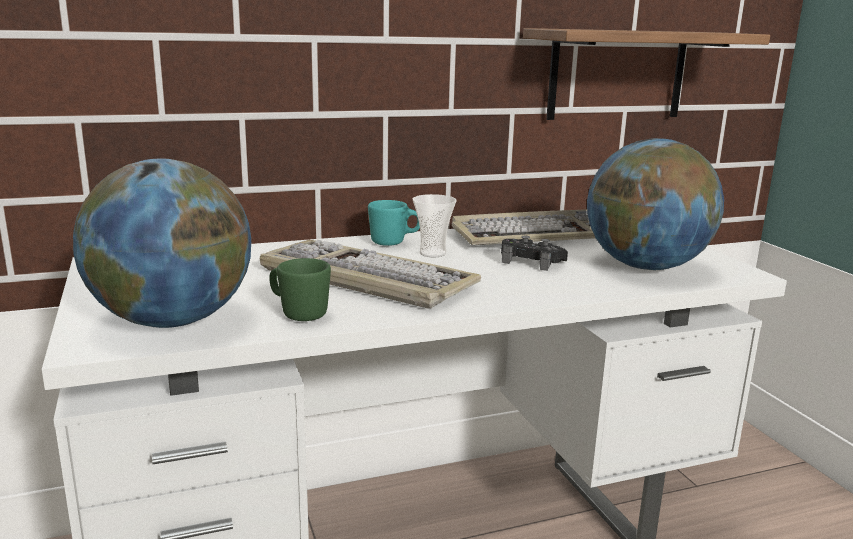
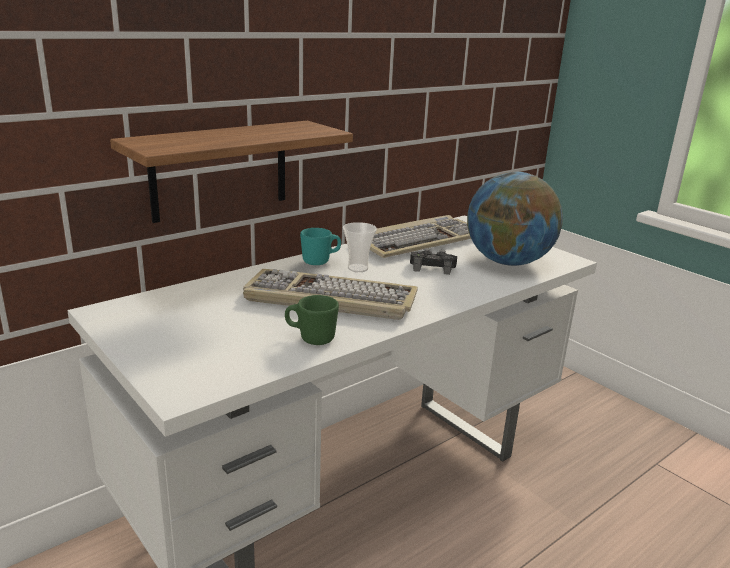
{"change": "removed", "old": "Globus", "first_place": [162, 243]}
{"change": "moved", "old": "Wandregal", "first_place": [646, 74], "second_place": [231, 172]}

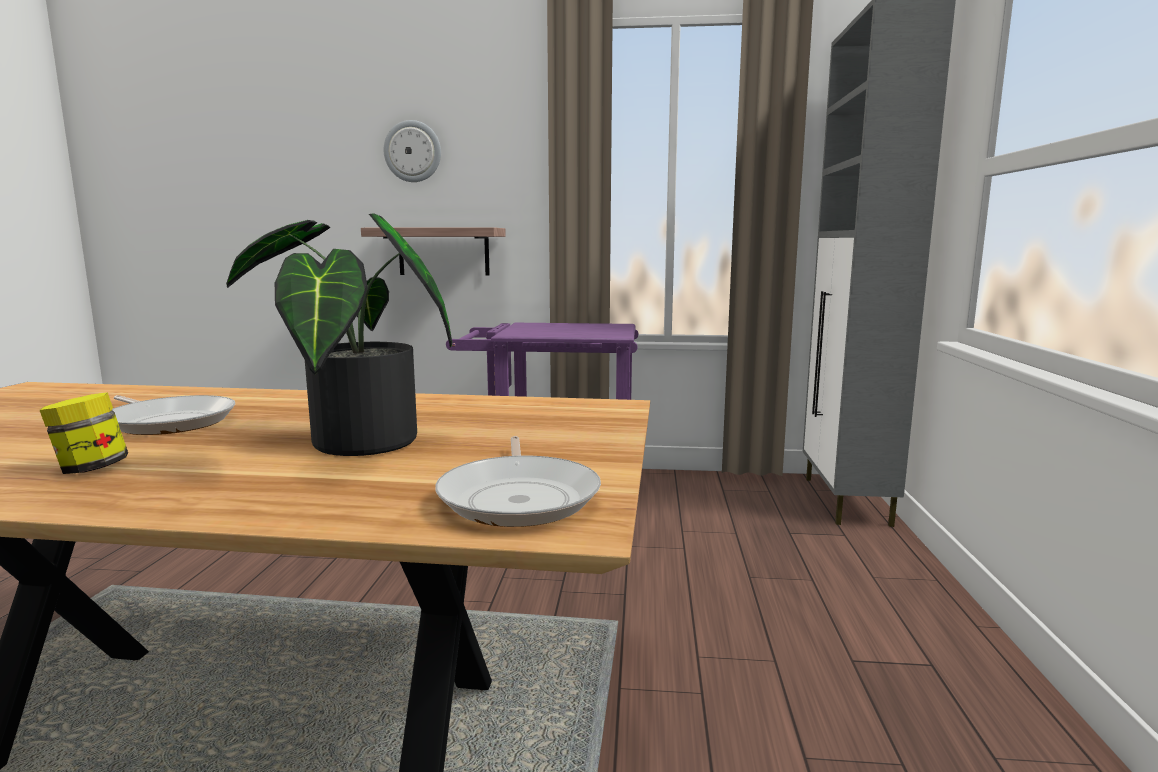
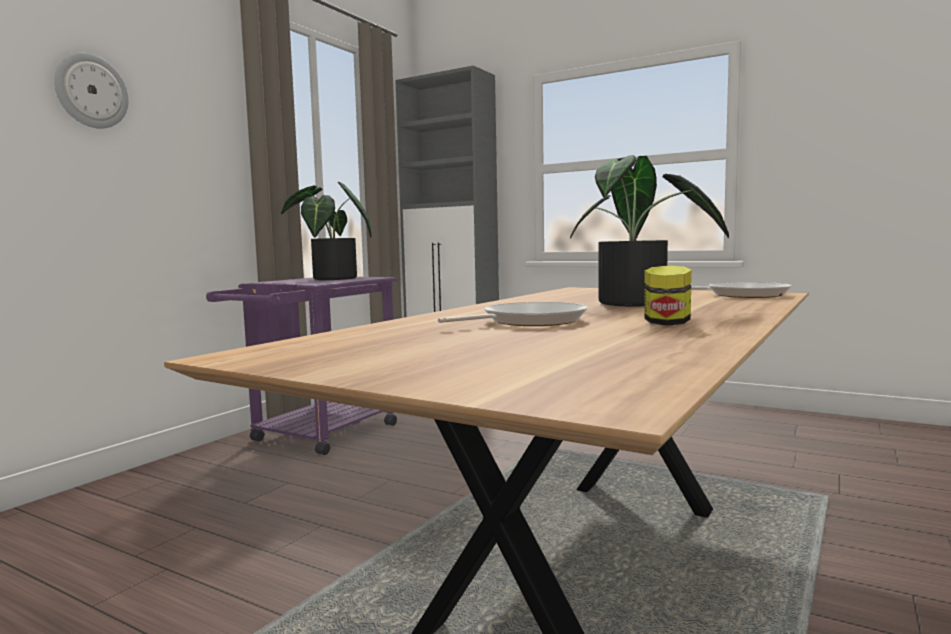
{"change": "removed", "old": "Wandregal", "first_place": [433, 251]}
{"change": "added", "new": "Topfpflanze", "second_place": [326, 231]}

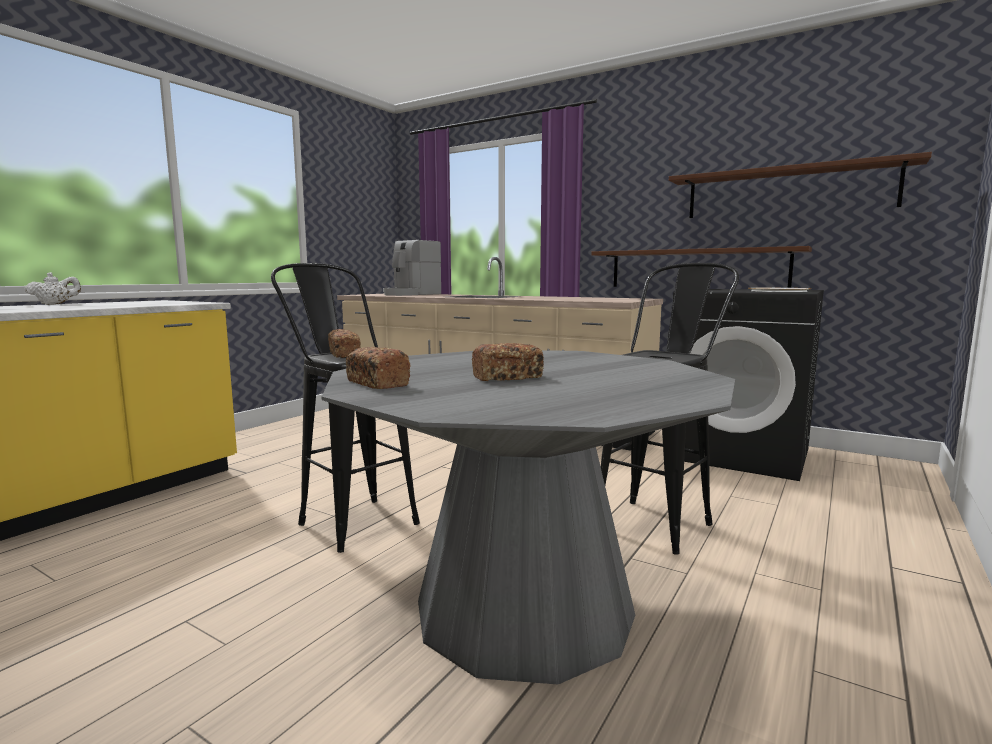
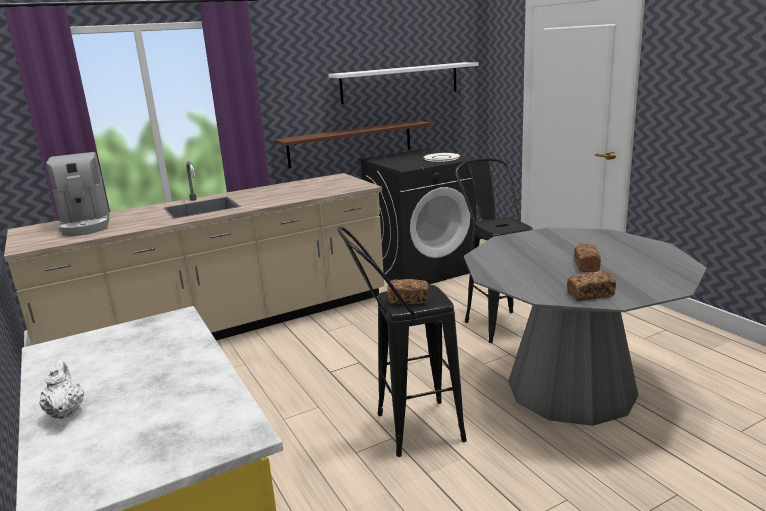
{"change": "recoloured", "old": "Wandregal (braun)", "new": "Wandregal (weiß)", "first_place": [800, 185], "second_place": [403, 83]}

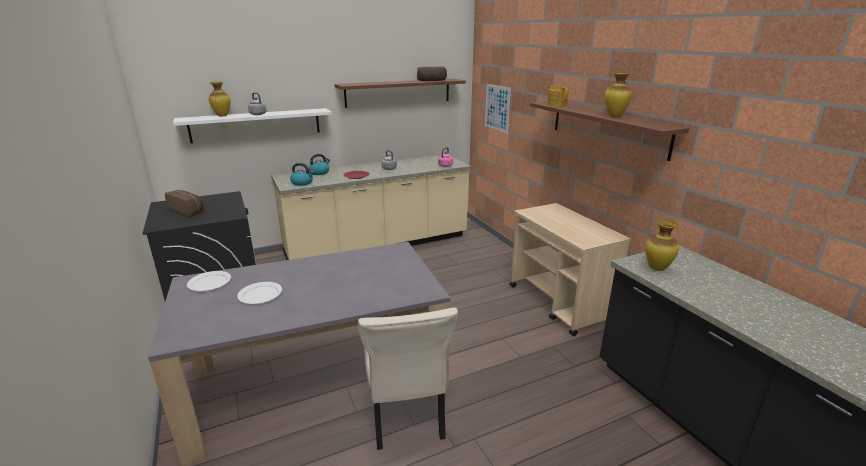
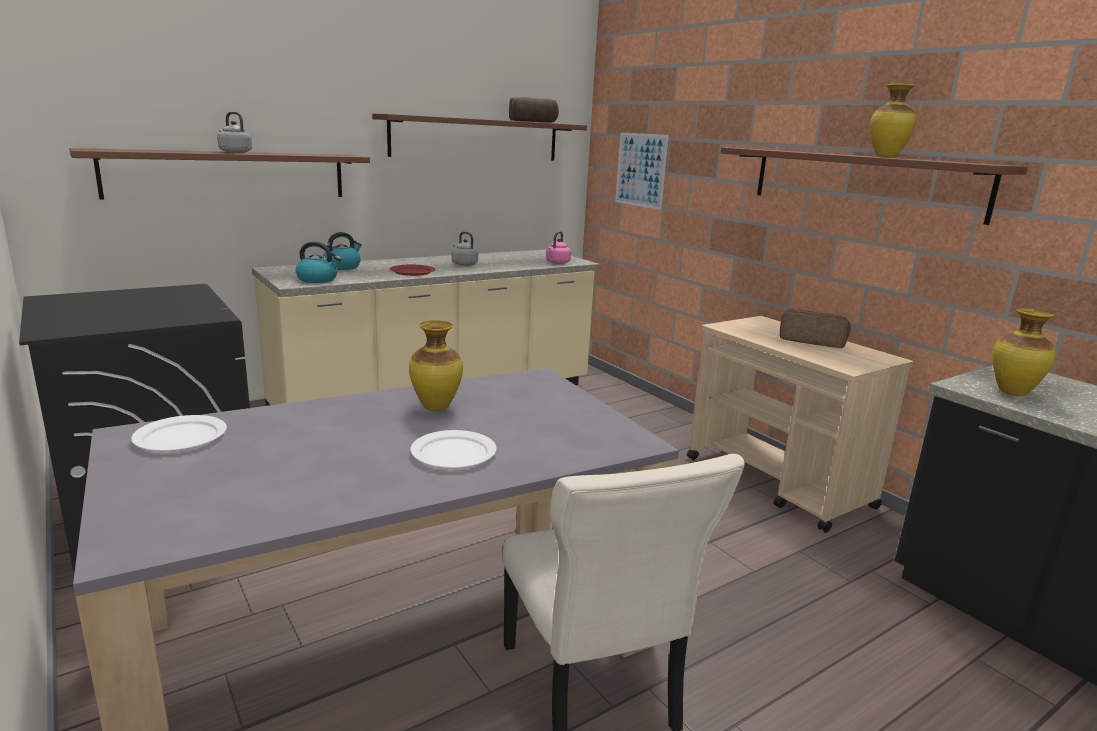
{"change": "removed", "old": "Teekanne", "first_place": [558, 95]}
{"change": "moved", "old": "Brot", "first_place": [184, 203], "second_place": [815, 328]}
{"change": "moved", "old": "Vase", "first_place": [220, 99], "second_place": [436, 365]}
{"change": "moved", "old": "Teller (weiß)", "first_place": [259, 293], "second_place": [453, 449]}
{"change": "recoloured", "old": "Wandregal (weiß)", "new": "Wandregal (braun)", "first_place": [252, 125], "second_place": [219, 174]}

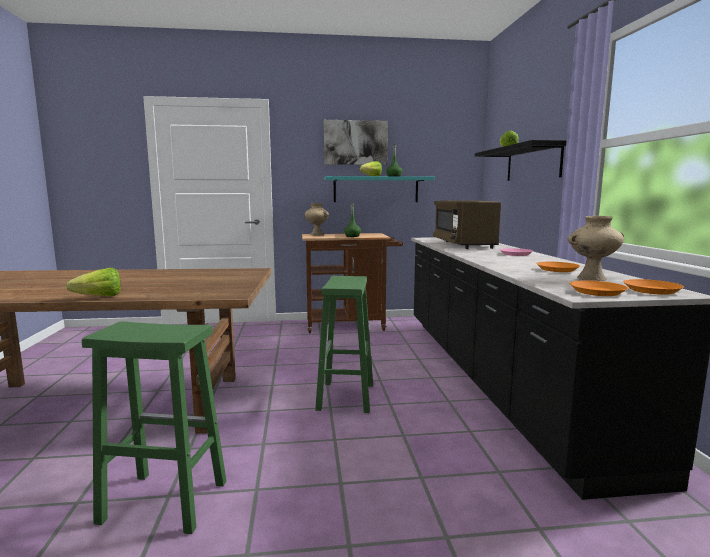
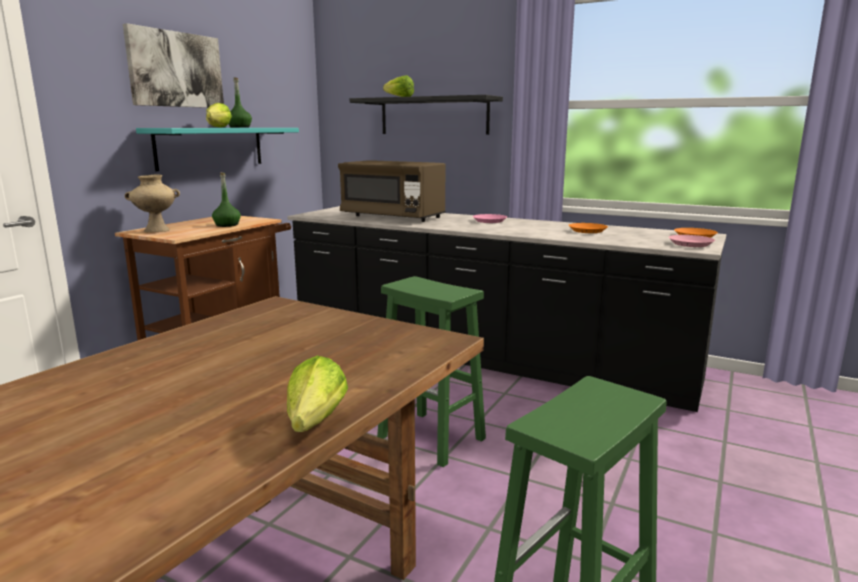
{"change": "removed", "old": "Vase (beige)", "first_place": [596, 248]}
{"change": "recoloured", "old": "Teller (orange)", "new": "Teller (rosa)", "first_place": [598, 288], "second_place": [691, 241]}

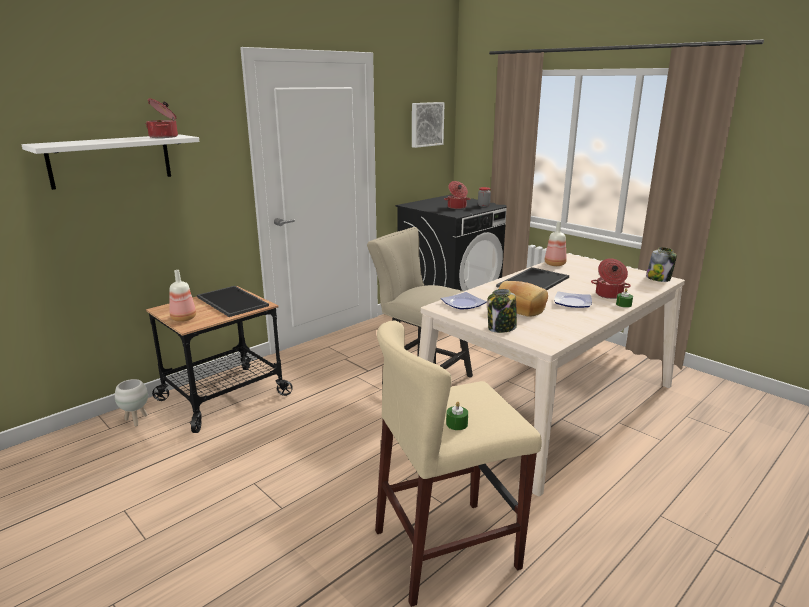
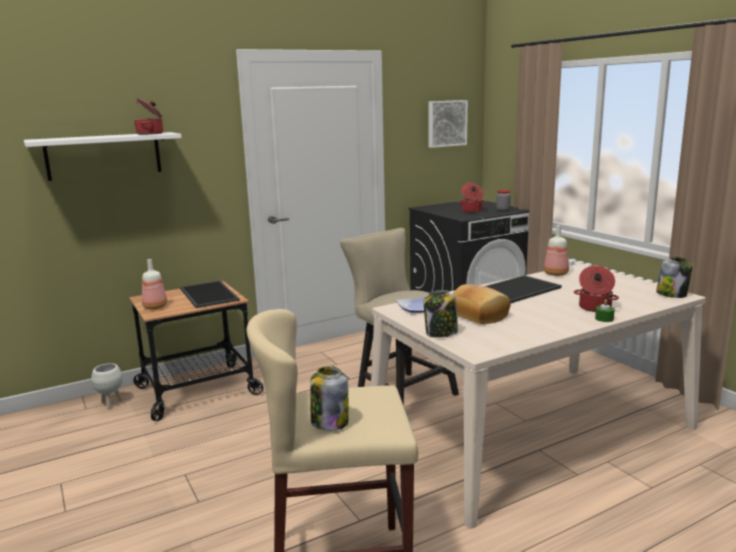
{"change": "removed", "old": "Teller", "first_place": [573, 299]}
{"change": "replaced", "old": "Kerze (grün)", "new": "Vorratsglas", "first_place": [457, 415], "second_place": [329, 399]}

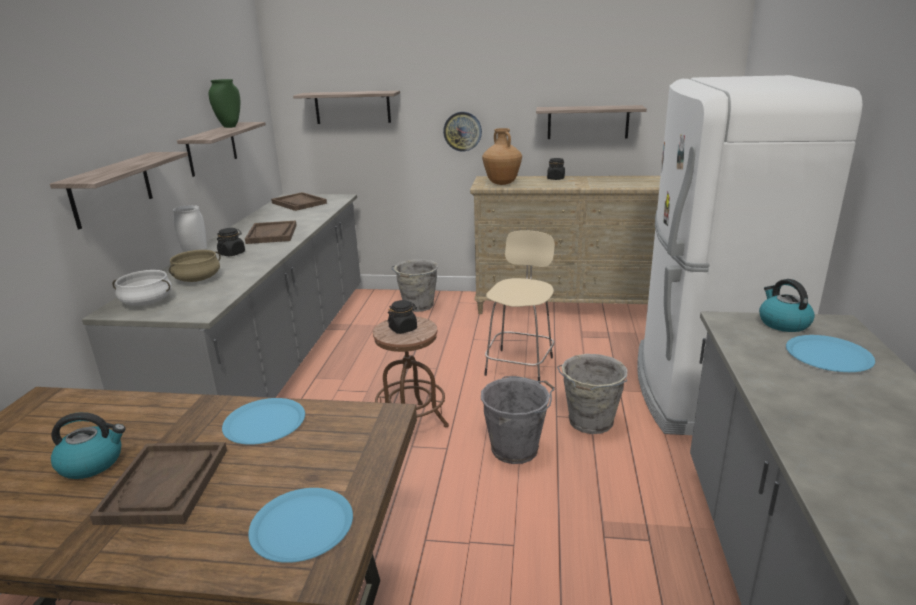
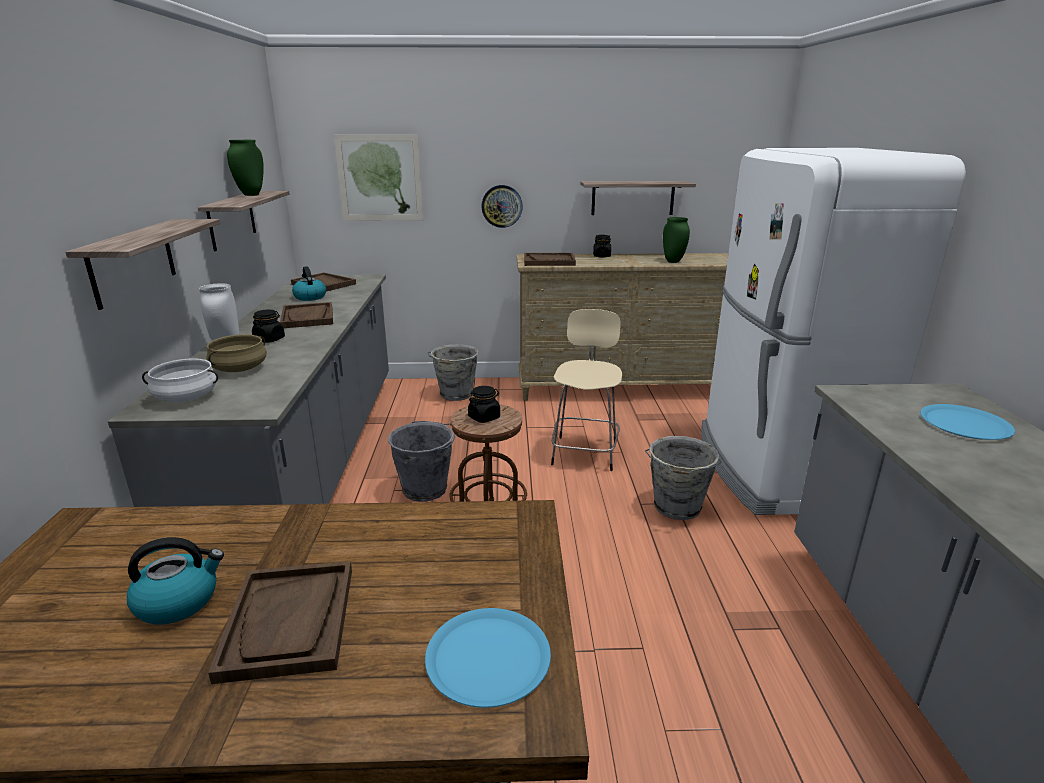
{"change": "removed", "old": "Teller (blau)", "first_place": [263, 421]}
{"change": "added", "new": "Vase (grün)", "second_place": [676, 240]}
{"change": "moved", "old": "Eimer (grau)", "first_place": [518, 420], "second_place": [421, 461]}
{"change": "moved", "old": "Wasserkessel", "first_place": [787, 305], "second_place": [309, 283]}
{"change": "replaced", "old": "Wandregal", "new": "Bild", "first_place": [346, 107], "second_place": [379, 178]}
{"change": "replaced", "old": "Vase (braun)", "new": "Tablett (braun)", "first_place": [502, 156], "second_place": [550, 259]}

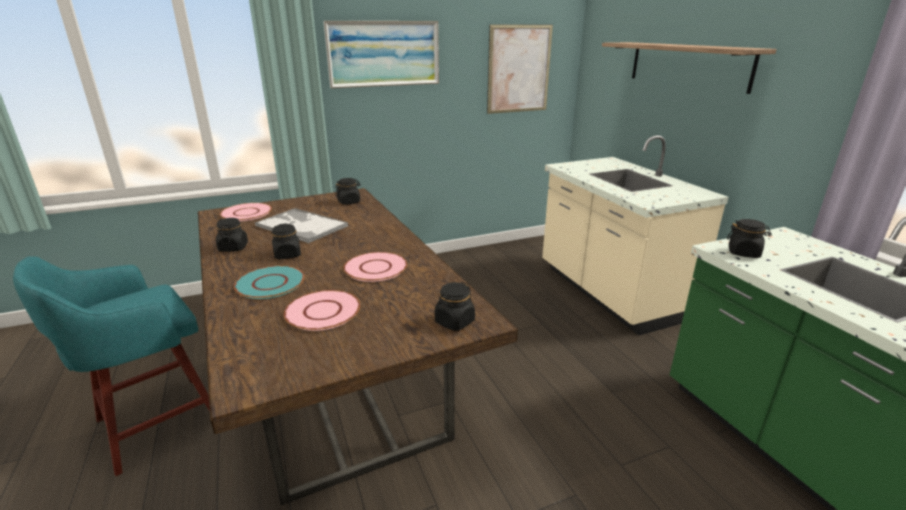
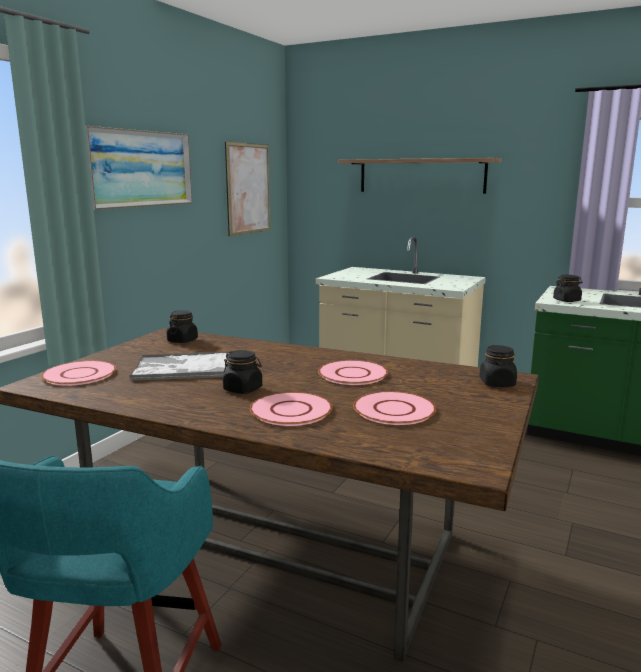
{"change": "removed", "old": "Vorratsglas (schwarz)", "first_place": [232, 235]}
{"change": "recoloured", "old": "Teller (türkis)", "new": "Teller (rosa)", "first_place": [269, 282], "second_place": [291, 409]}

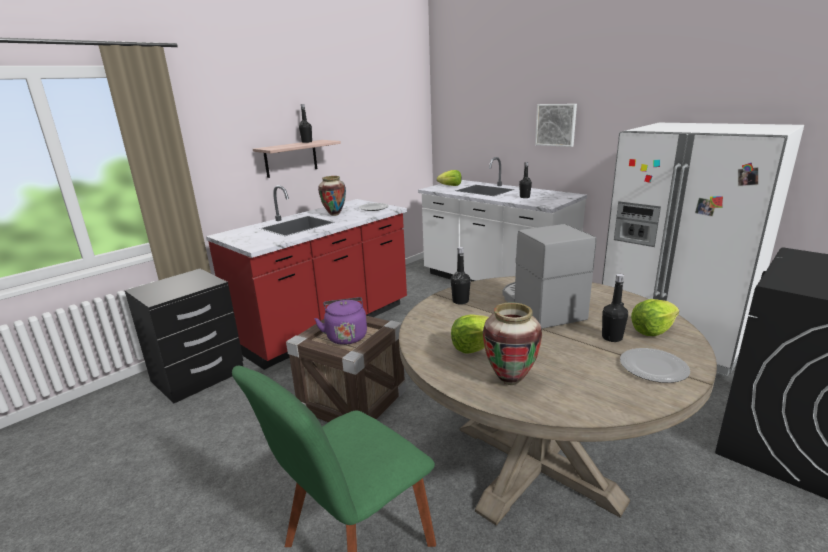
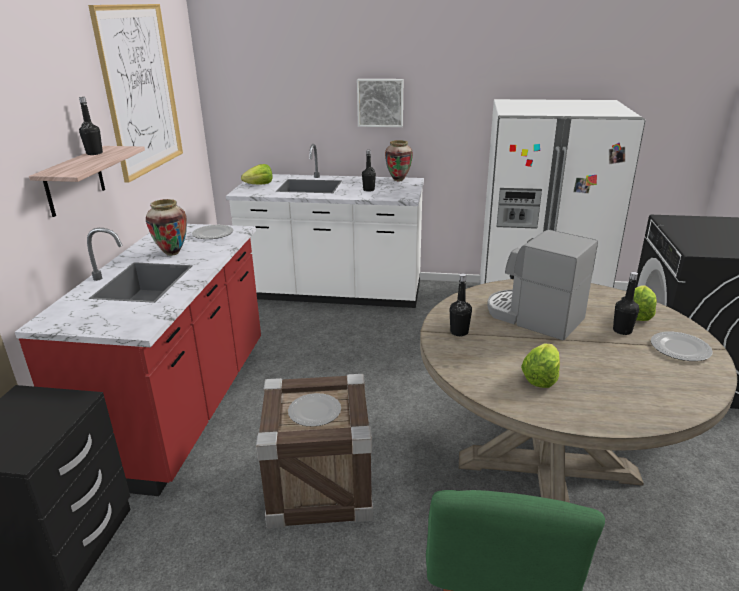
{"change": "added", "new": "Bild", "second_place": [135, 93]}
{"change": "moved", "old": "Vase", "first_place": [512, 343], "second_place": [399, 160]}
{"change": "replaced", "old": "Wasserkessel (lila)", "new": "Teller", "first_place": [340, 321], "second_place": [314, 410]}

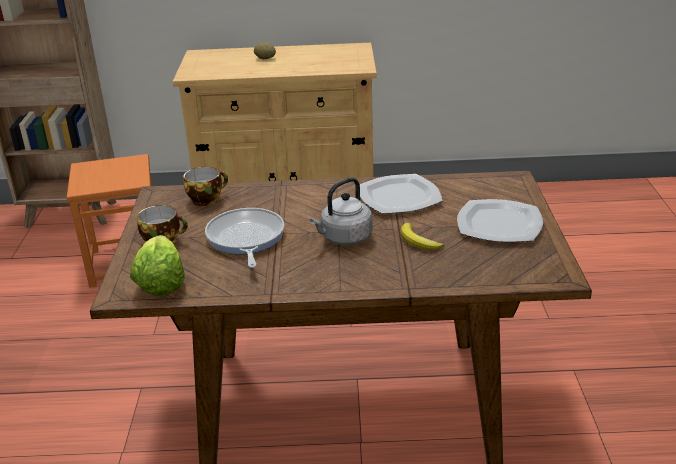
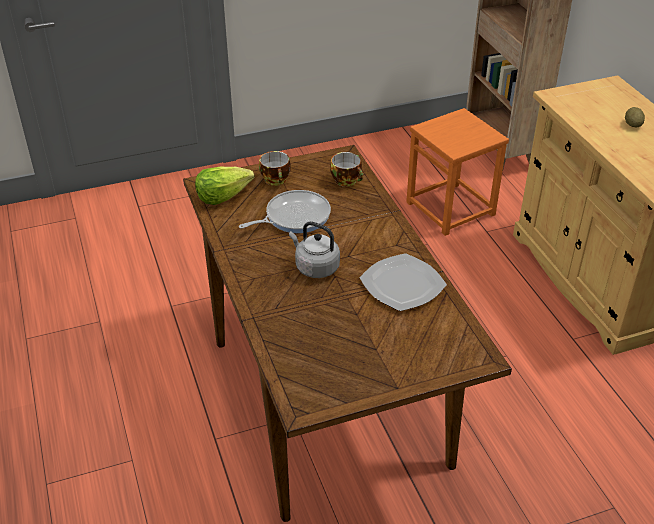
{"change": "removed", "old": "Banane", "first_place": [422, 236]}
{"change": "removed", "old": "Teller", "first_place": [500, 220]}

